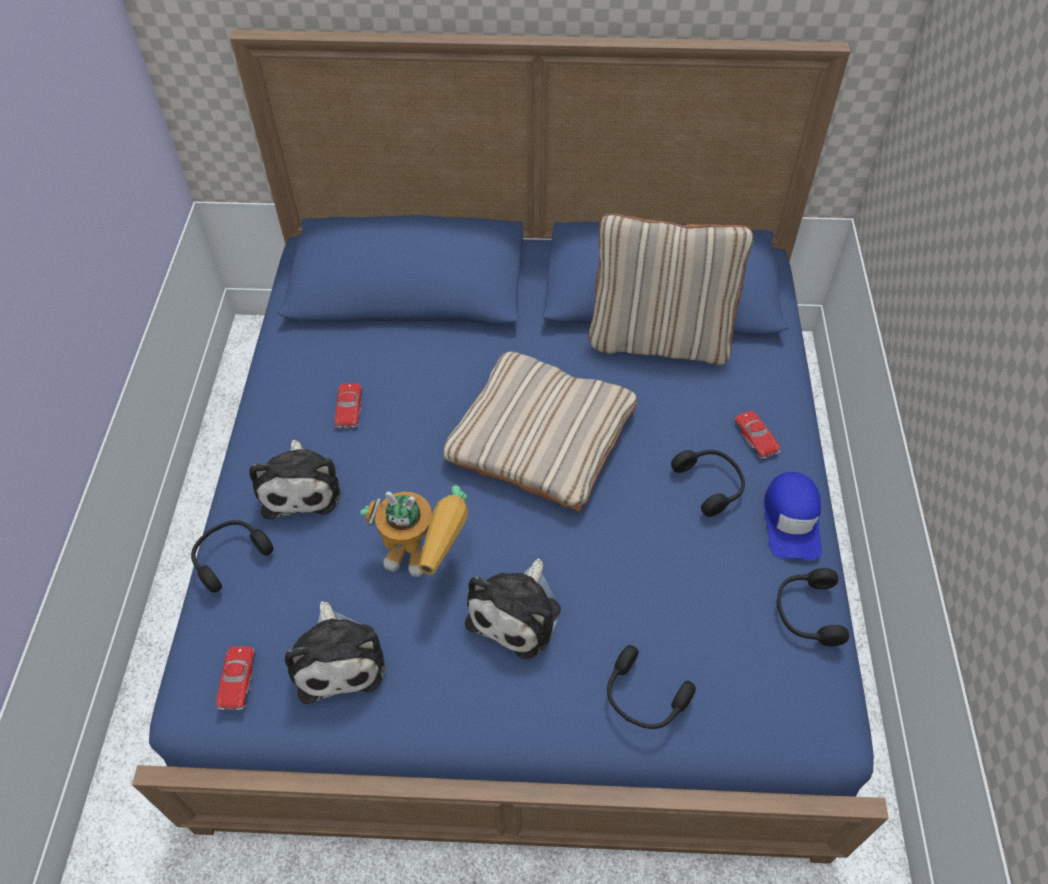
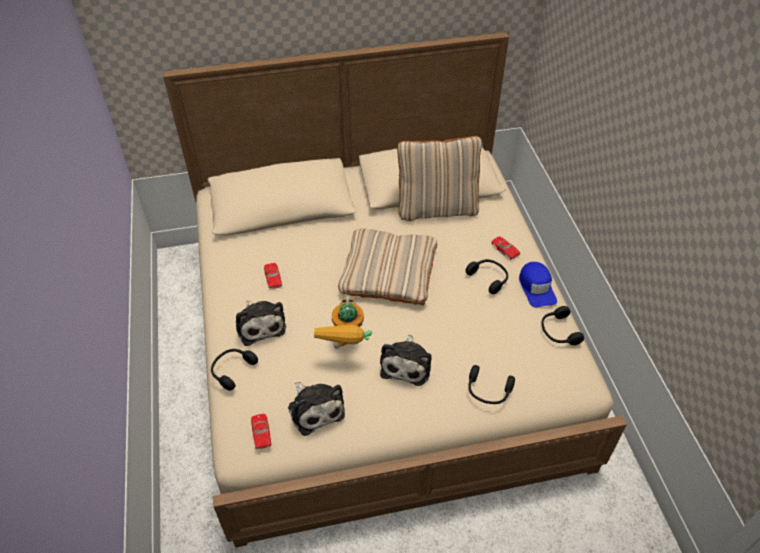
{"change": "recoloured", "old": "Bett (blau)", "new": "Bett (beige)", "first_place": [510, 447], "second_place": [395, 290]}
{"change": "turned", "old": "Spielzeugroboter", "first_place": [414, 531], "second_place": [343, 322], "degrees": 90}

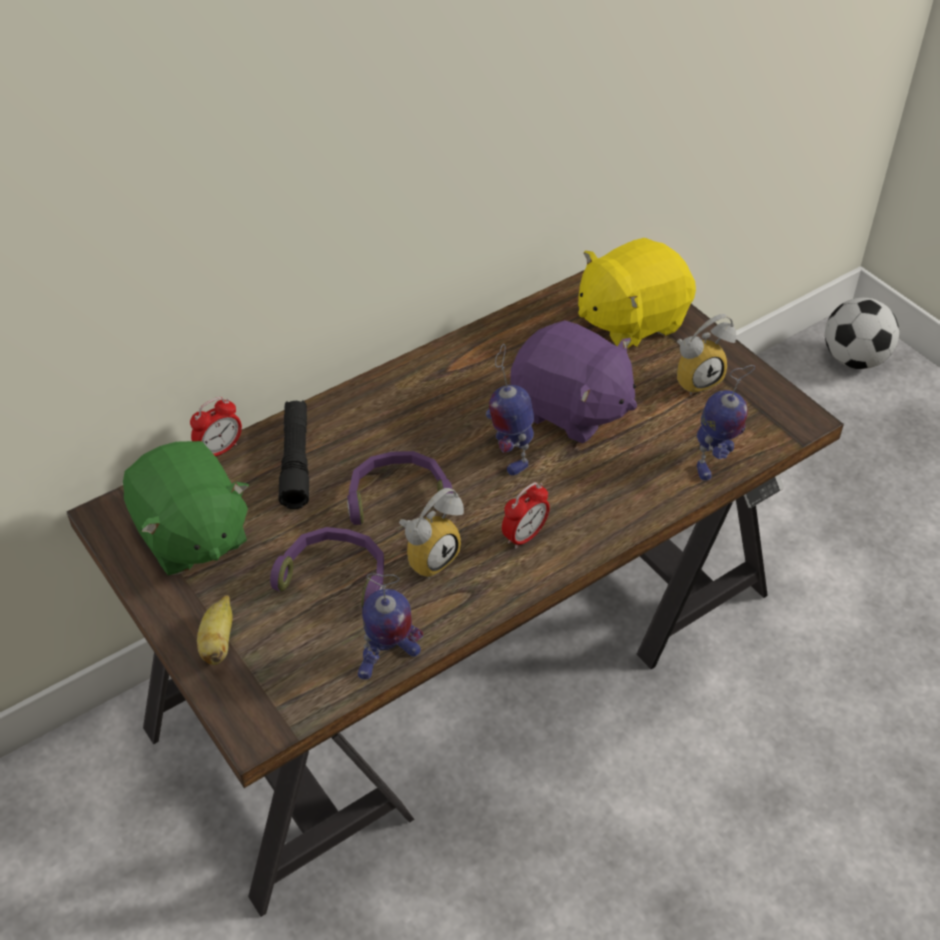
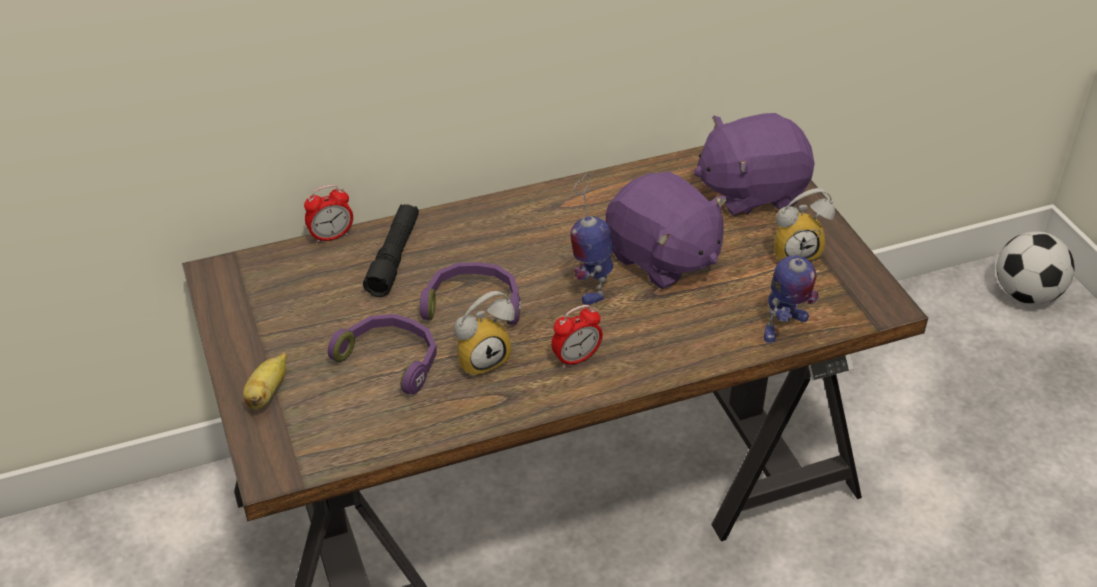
{"change": "removed", "old": "Plüschtier (grün)", "first_place": [186, 508]}
{"change": "removed", "old": "Spielzeugroboter", "first_place": [390, 626]}
{"change": "recoloured", "old": "Plüschtier (gelb)", "new": "Plüschtier (lila)", "first_place": [637, 294], "second_place": [754, 165]}

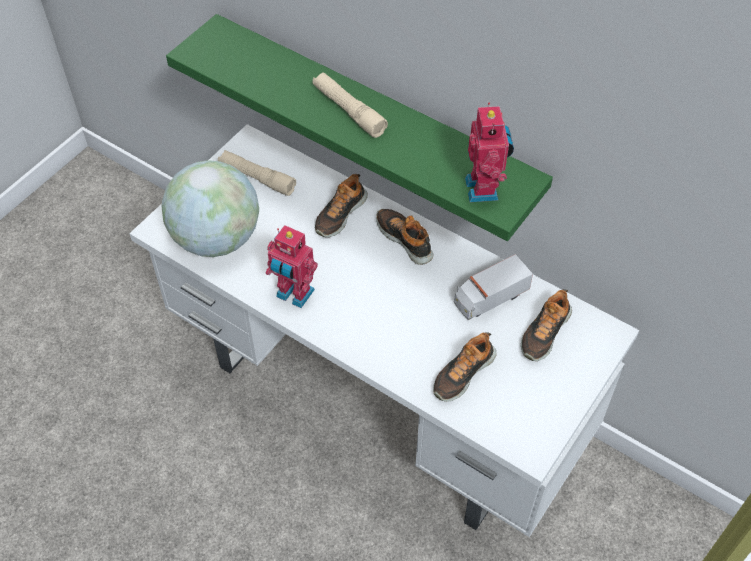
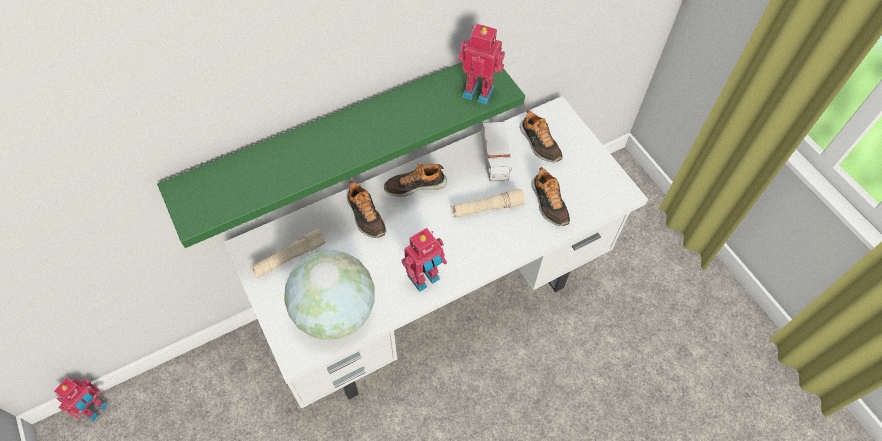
{"change": "added", "new": "Spielzeugroboter", "second_place": [81, 399]}
{"change": "moved", "old": "Taschenlampe (beige)", "first_place": [350, 105], "second_place": [488, 203]}

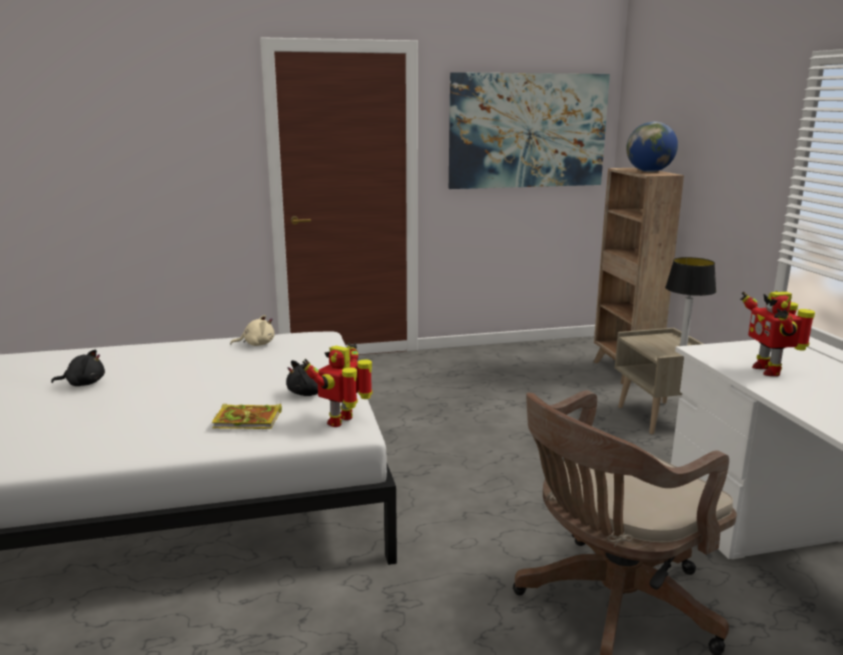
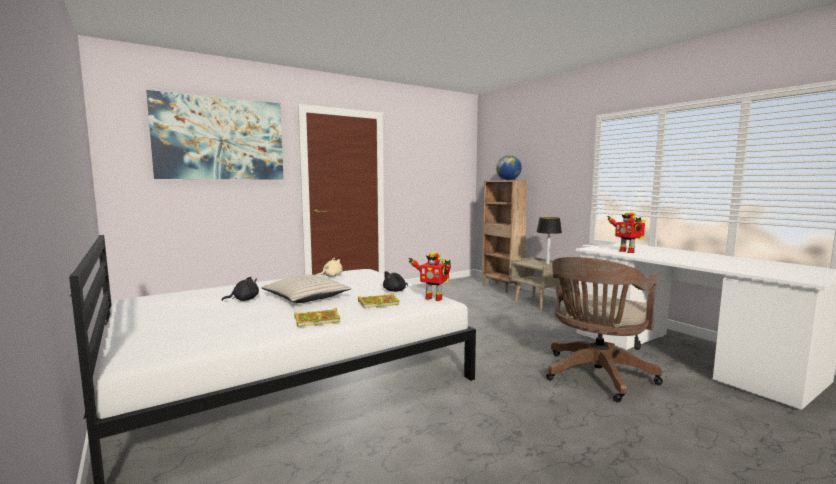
{"change": "added", "new": "Kissen (beige)", "second_place": [306, 289]}
{"change": "added", "new": "Buch", "second_place": [317, 317]}
{"change": "moved", "old": "Bild", "first_place": [529, 130], "second_place": [215, 134]}
{"change": "turned", "old": "Spielzeugroboter", "first_place": [337, 385], "second_place": [429, 276], "degrees": -75}

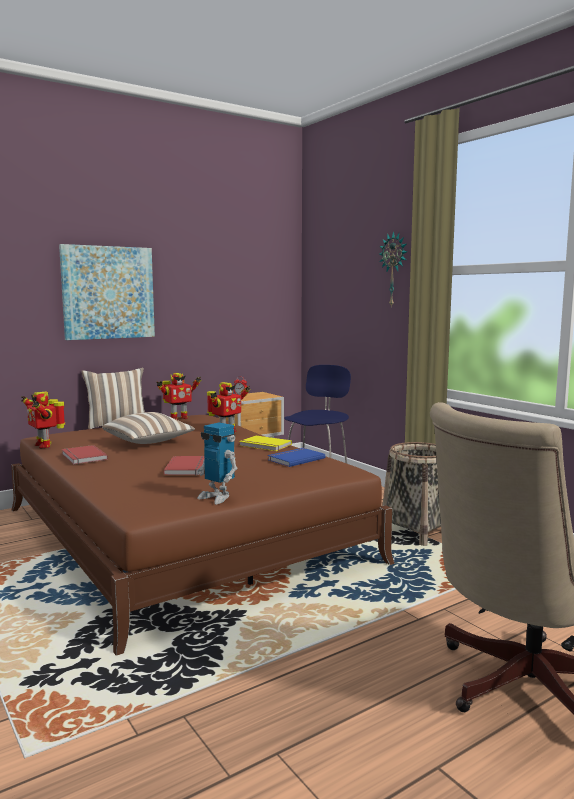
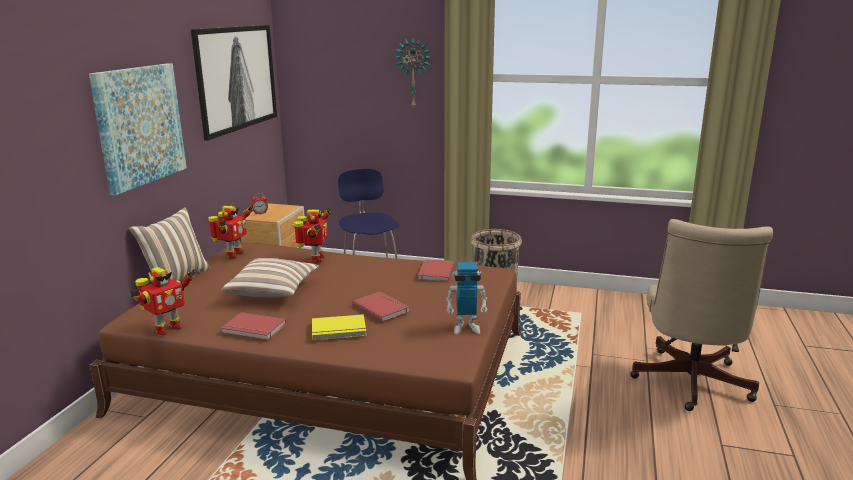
{"change": "added", "new": "Bild", "second_place": [234, 83]}
{"change": "moved", "old": "Buch (gelb)", "first_place": [265, 443], "second_place": [339, 327]}
{"change": "recoloured", "old": "Buch (blau)", "new": "Buch (rot)", "first_place": [296, 457], "second_place": [436, 270]}
{"change": "turned", "old": "Spielzeugroboter", "first_place": [43, 420], "second_place": [162, 301], "degrees": -60}

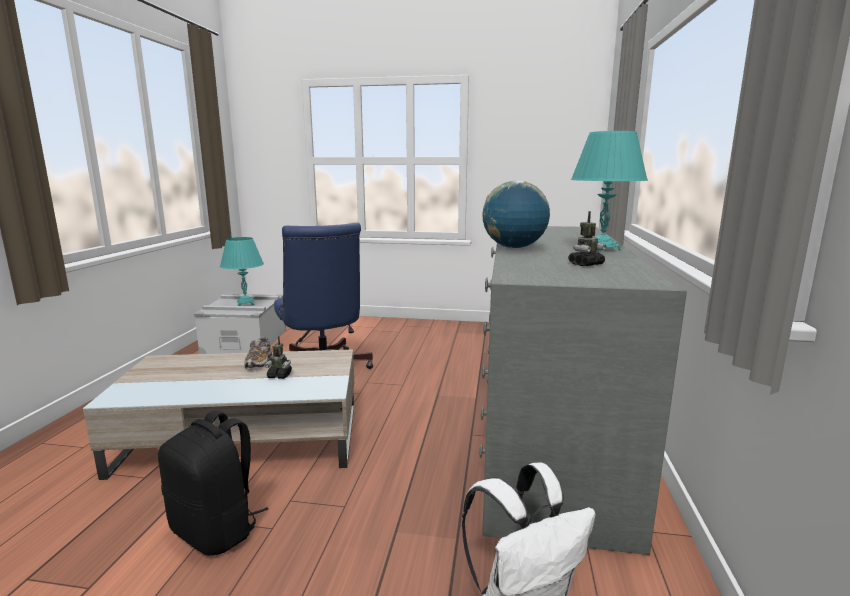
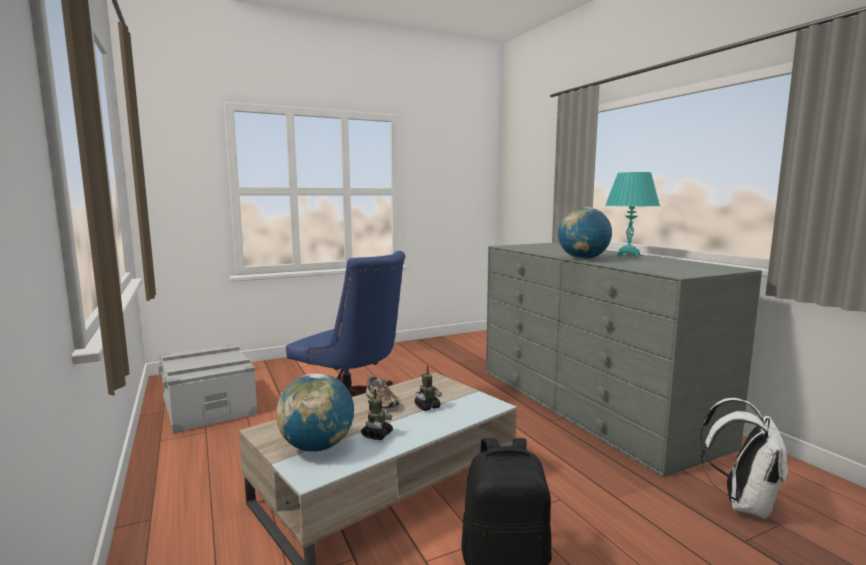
{"change": "removed", "old": "Tischlampe (türkis)", "first_place": [242, 271]}
{"change": "added", "new": "Globus", "second_place": [315, 412]}
{"change": "moved", "old": "Spielzeugroboter", "first_place": [587, 238], "second_place": [377, 414]}

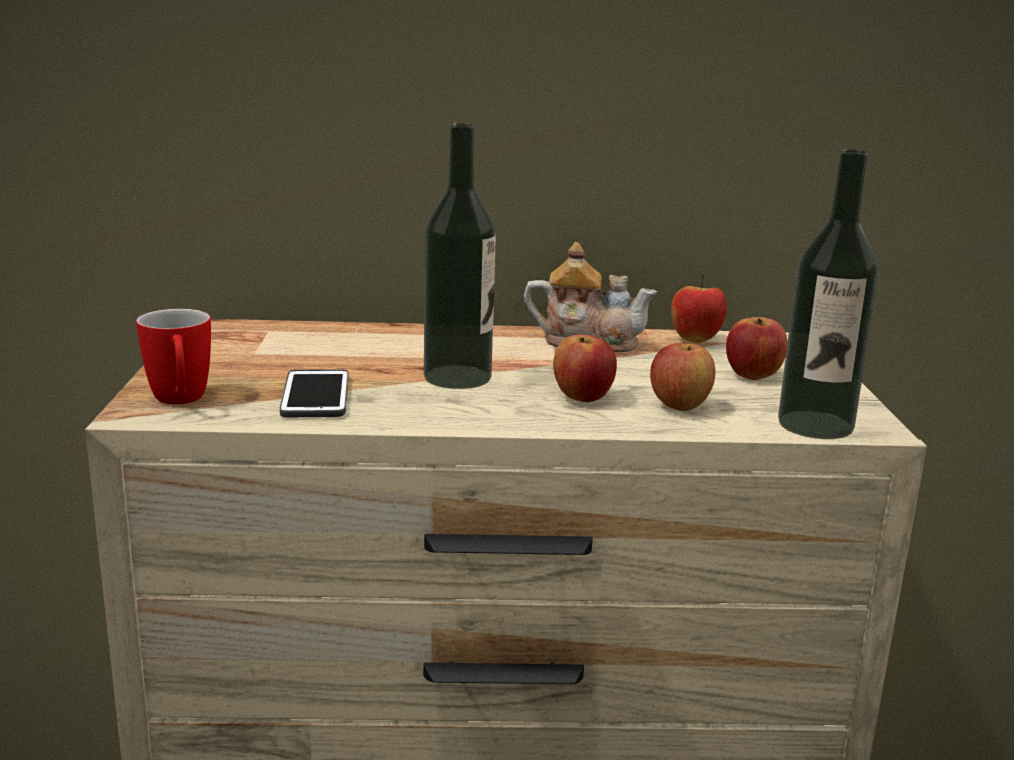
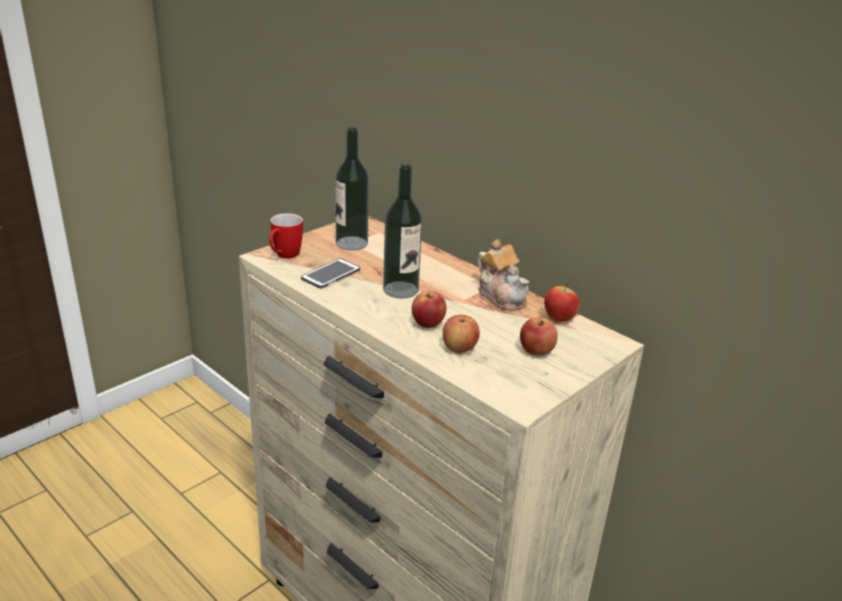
{"change": "moved", "old": "Flasche", "first_place": [828, 294], "second_place": [352, 188]}

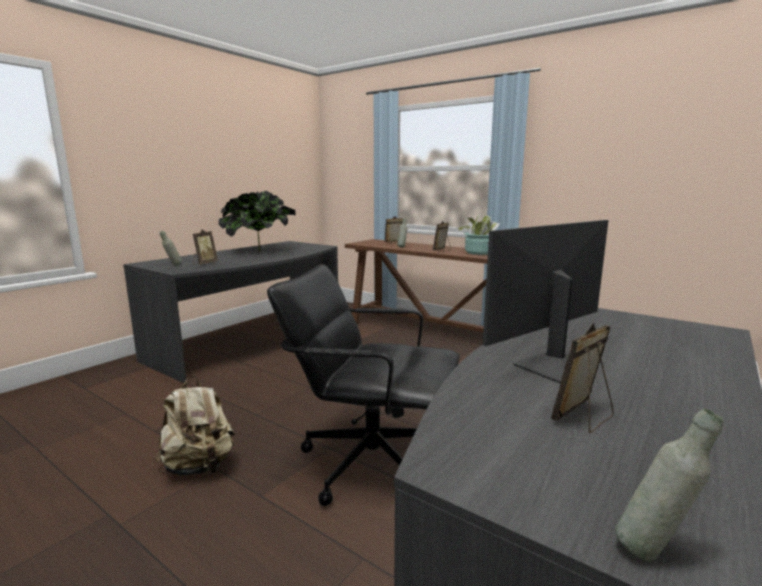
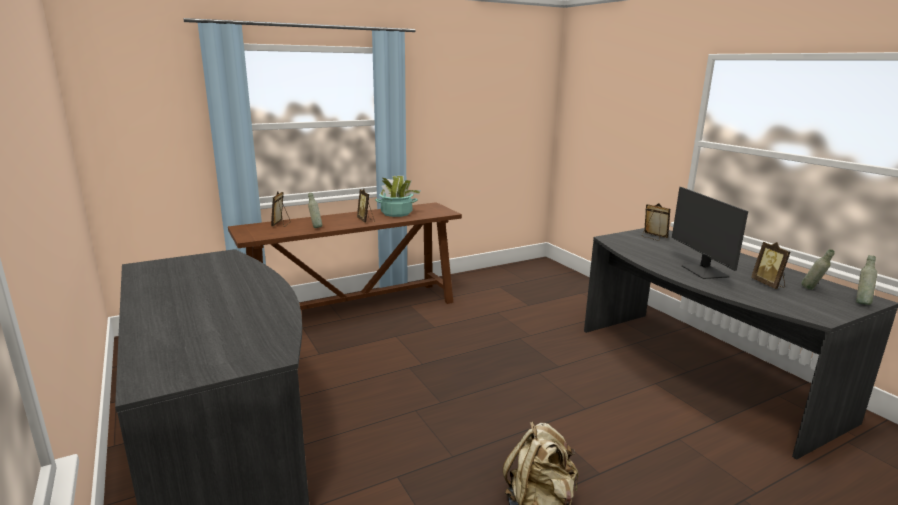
{"change": "removed", "old": "Topfpflanze", "first_place": [256, 221]}
{"change": "removed", "old": "Bürostuhl (schwarz)", "first_place": [363, 385]}
{"change": "moved", "old": "Flasche (grau)", "first_place": [171, 248], "second_place": [818, 269]}
{"change": "moved", "old": "Bilderrahmen", "first_place": [205, 247], "second_place": [656, 222]}

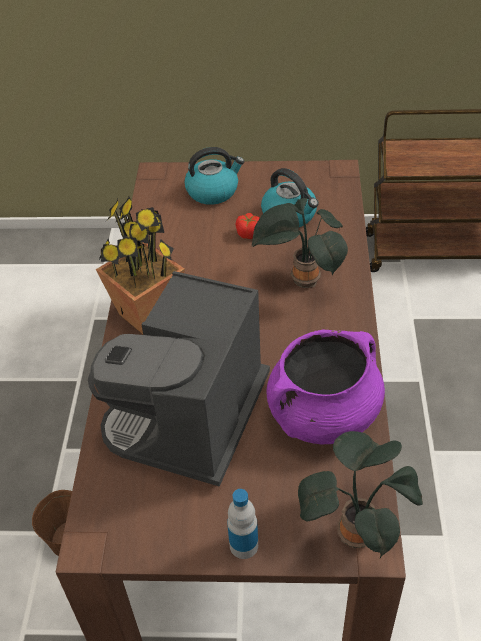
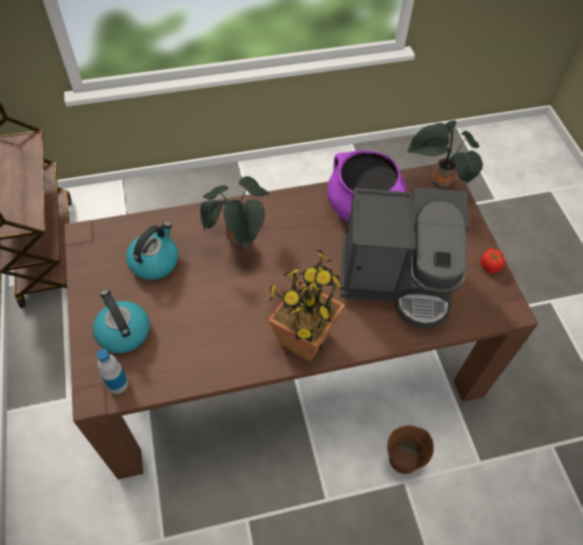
{"change": "moved", "old": "Flasche", "first_place": [242, 524], "second_place": [112, 371]}
{"change": "moved", "old": "Tomate", "first_place": [248, 226], "second_place": [493, 261]}

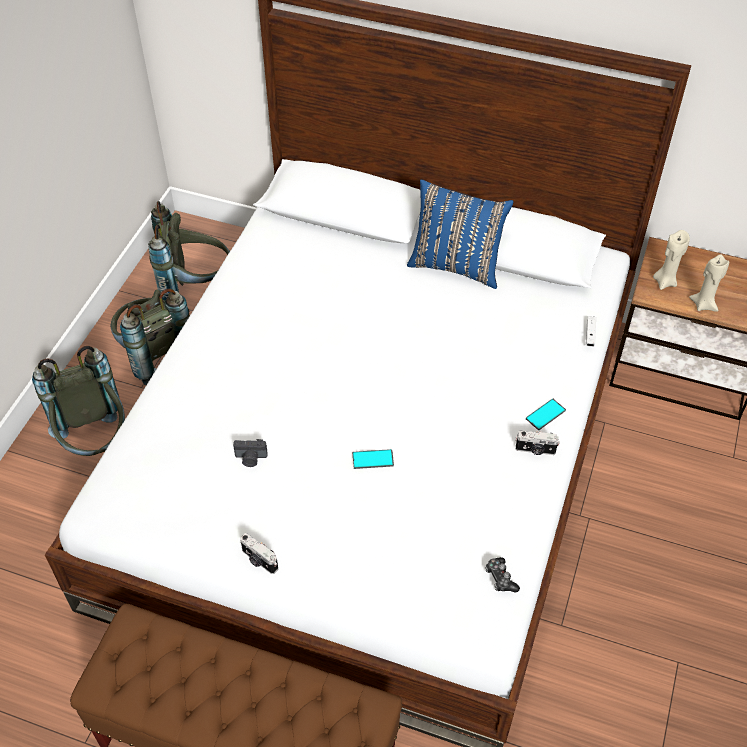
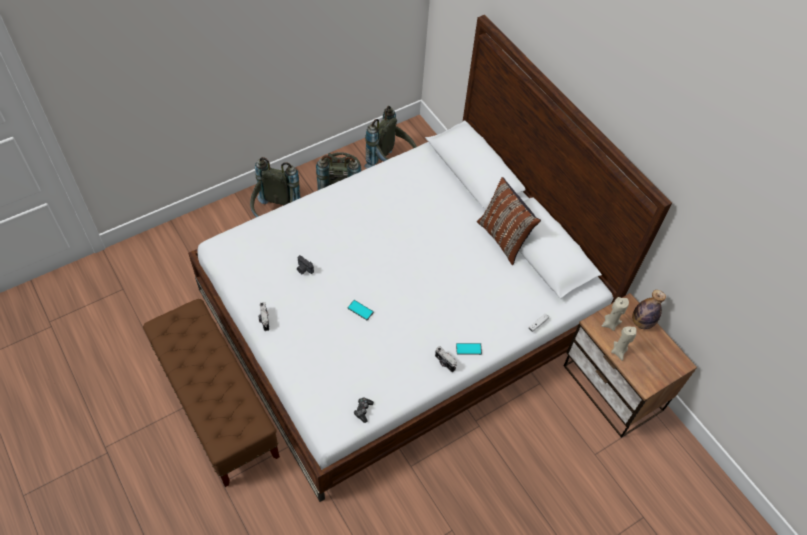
{"change": "added", "new": "Flasche", "second_place": [649, 309]}
{"change": "recoloured", "old": "Kissen (blau)", "new": "Kissen (braun)", "first_place": [460, 234], "second_place": [509, 221]}

